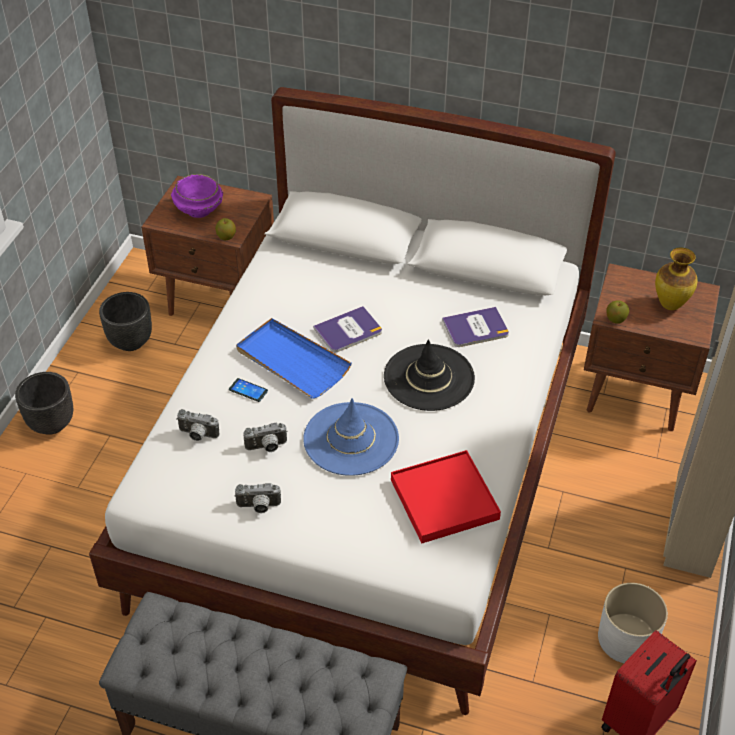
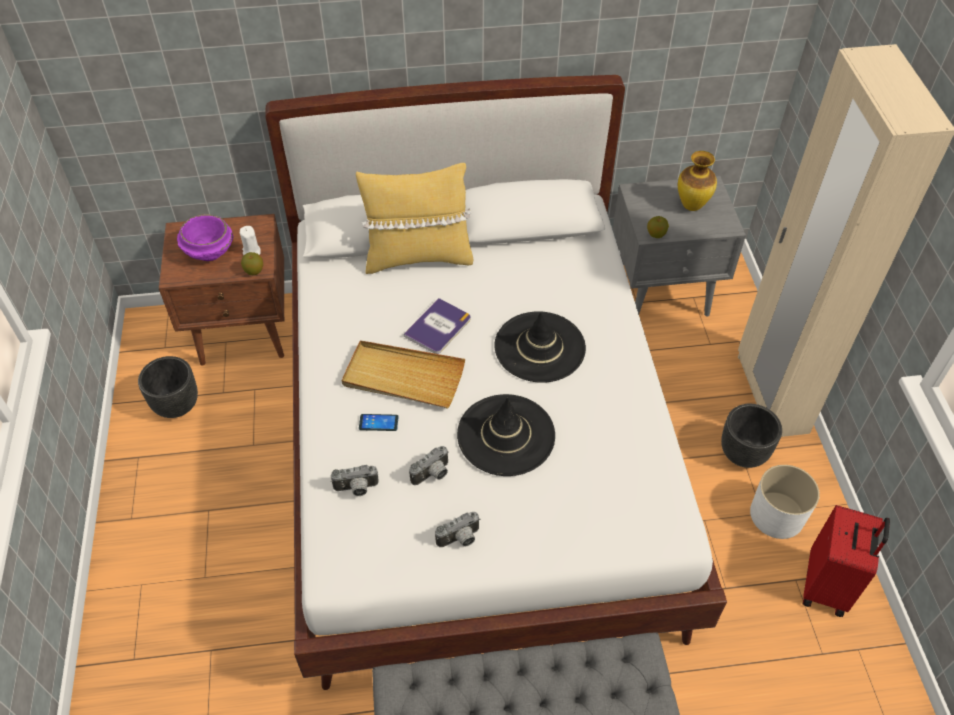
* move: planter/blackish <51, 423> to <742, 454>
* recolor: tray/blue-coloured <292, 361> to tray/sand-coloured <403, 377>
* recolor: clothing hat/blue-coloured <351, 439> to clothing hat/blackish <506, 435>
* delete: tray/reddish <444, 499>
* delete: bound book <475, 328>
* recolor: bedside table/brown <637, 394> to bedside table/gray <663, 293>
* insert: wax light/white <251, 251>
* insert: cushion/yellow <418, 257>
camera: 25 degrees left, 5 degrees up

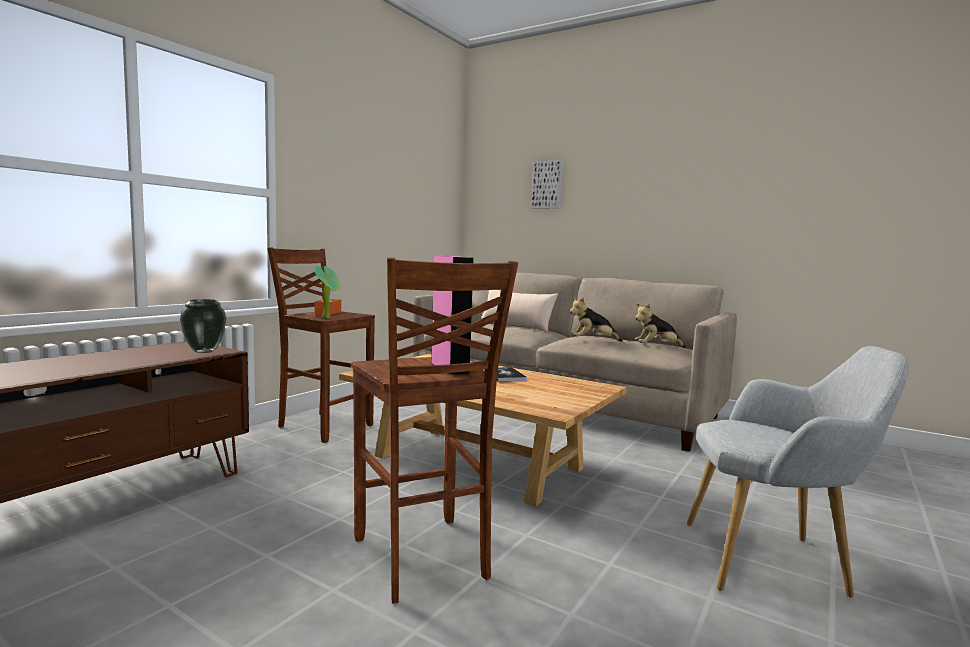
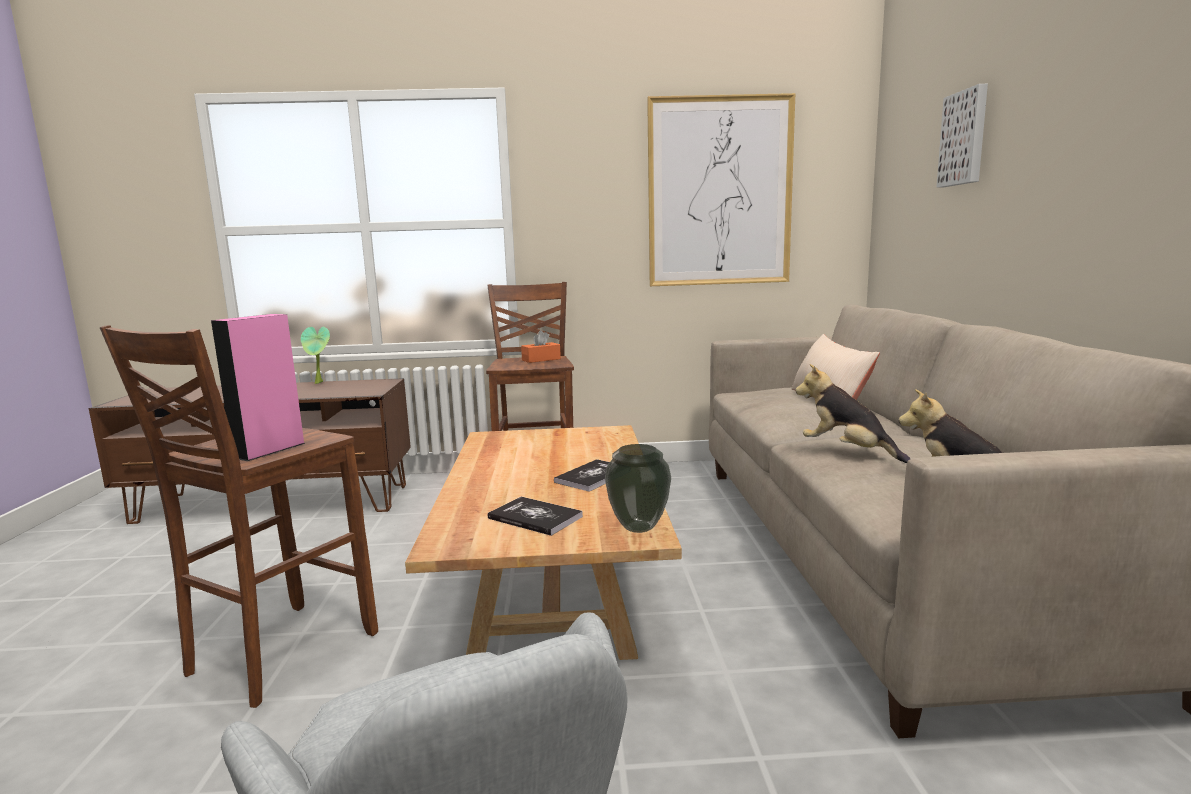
* move: decorative vase <203, 351> to <637, 527>
* move: houseplant <328, 317> to <320, 383>
* insert: bound book <535, 517>
* insert: wall art <719, 192>
camera: 55 degrees right, 5 degrees up

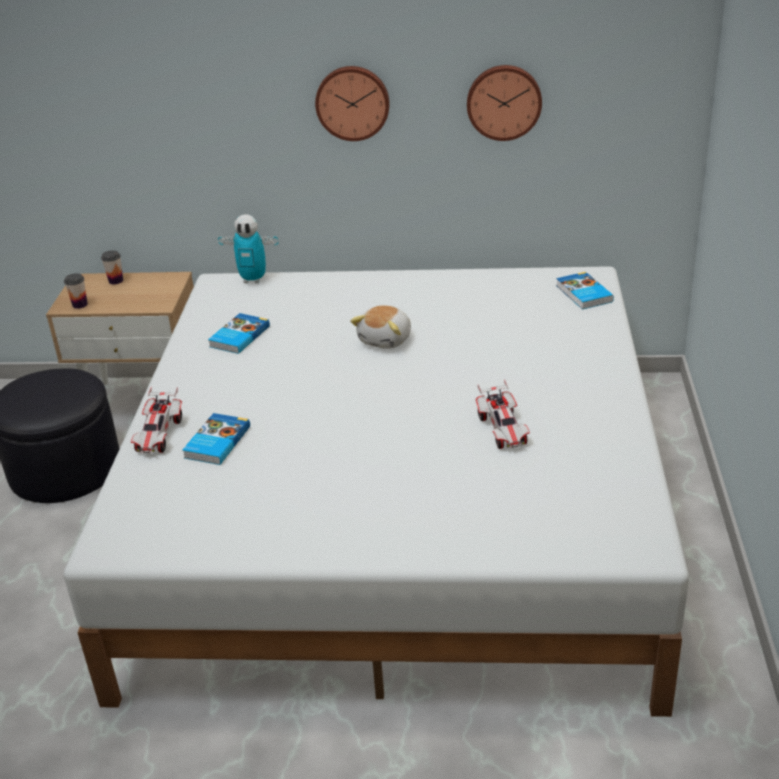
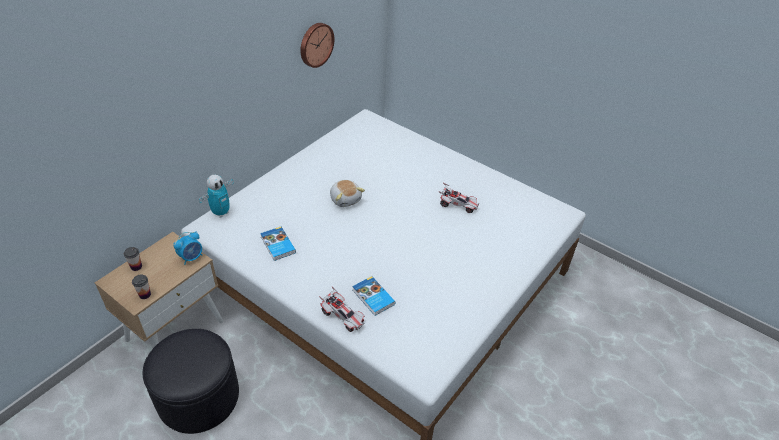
* delete: wall clock <352, 102>
* delete: bound book <583, 294>
* insert: bedside clock <191, 257>
camera: 60 degrees left, 10 degrees up

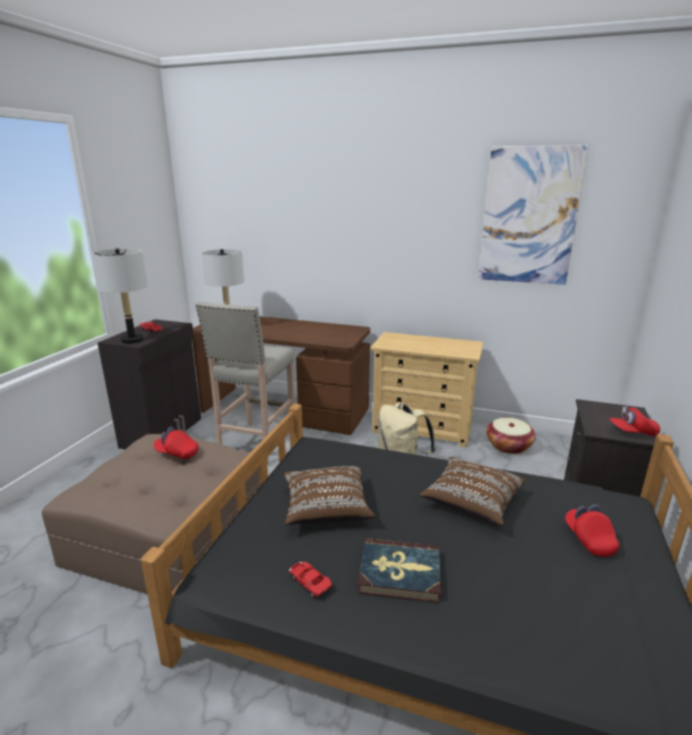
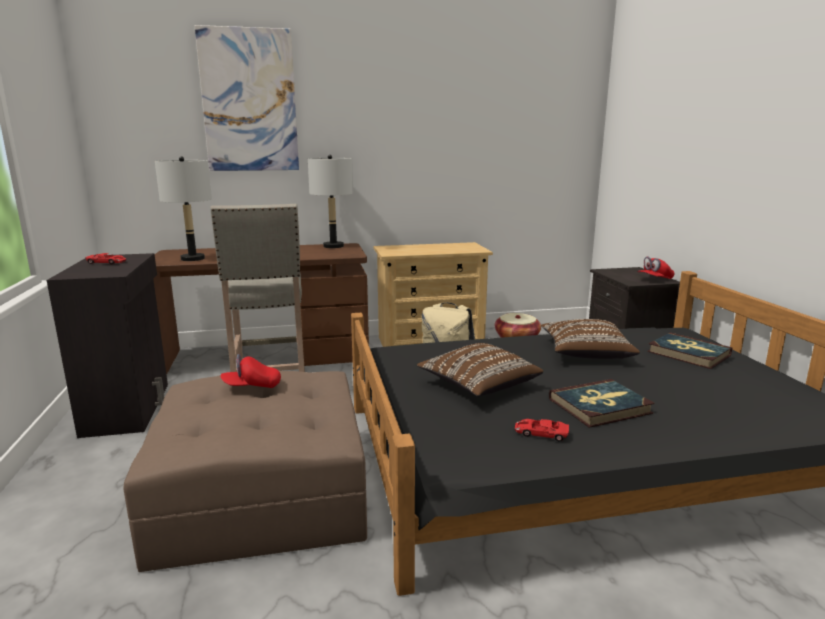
* move: table lamp/gray <132, 340> to <333, 246>
* move: wall art <529, 217> to <249, 101>
* replace: peaked cap/reddish <589, 539> to bound book <688, 353>
camera: 30 degrees left, 5 degrees down

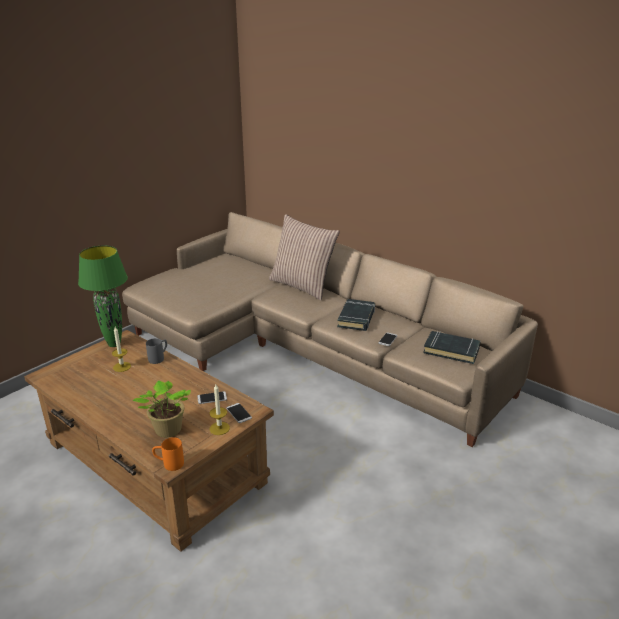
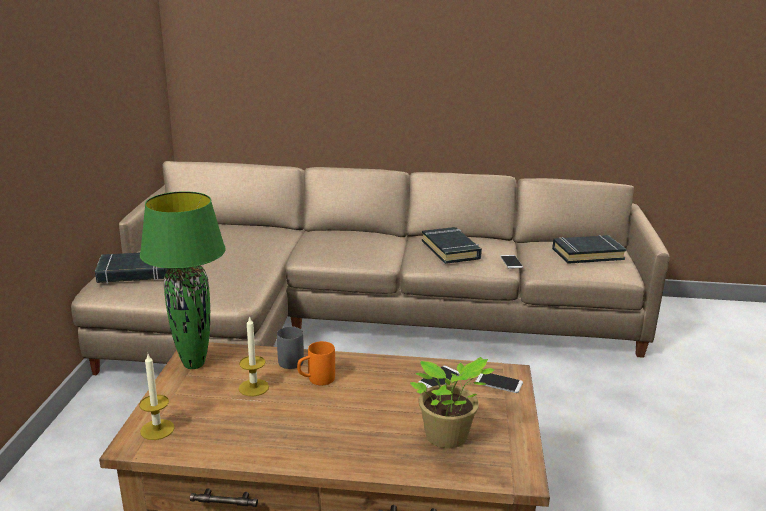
* move: coffee mug/orangey <169, 464> to <316, 380>
* move: wax light <219, 428> to <157, 429>
* delete: cushion <302, 286>
* insert: bound book/blackish <134, 272>
camera: 35 degrees left, 5 degrees down

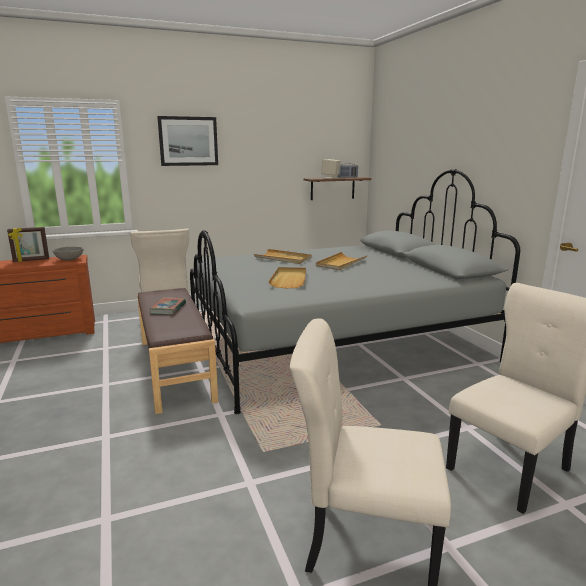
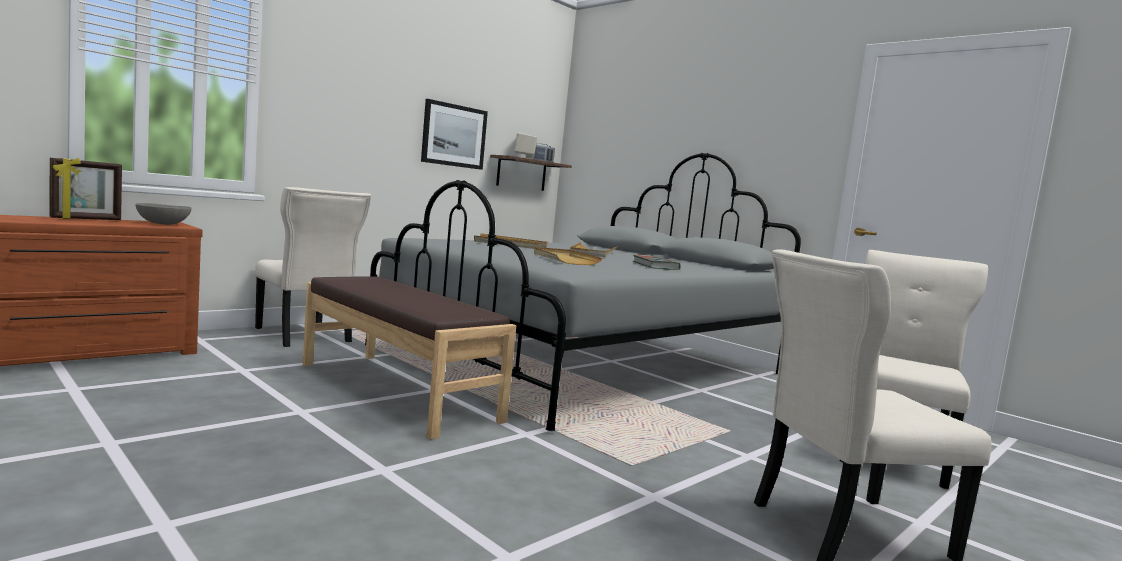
* move: bound book <168, 308> to <655, 266>
* move: wall art <188, 141> to <454, 135>
camera: 25 degrees left, 10 degrees down

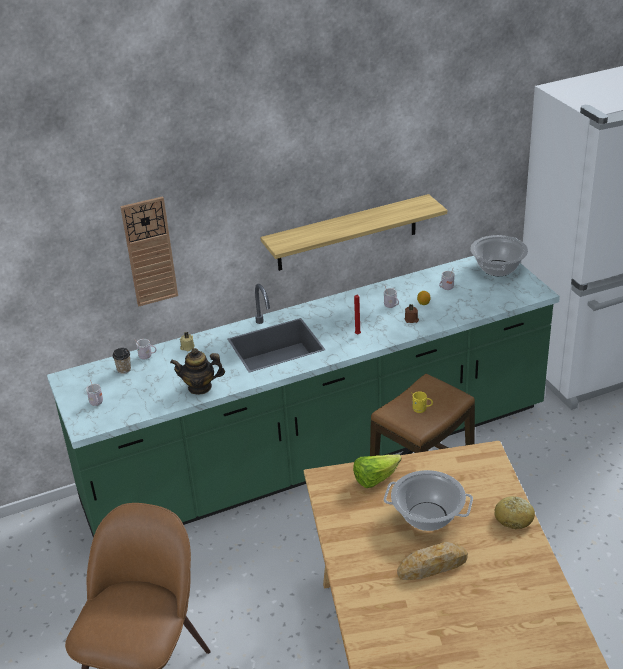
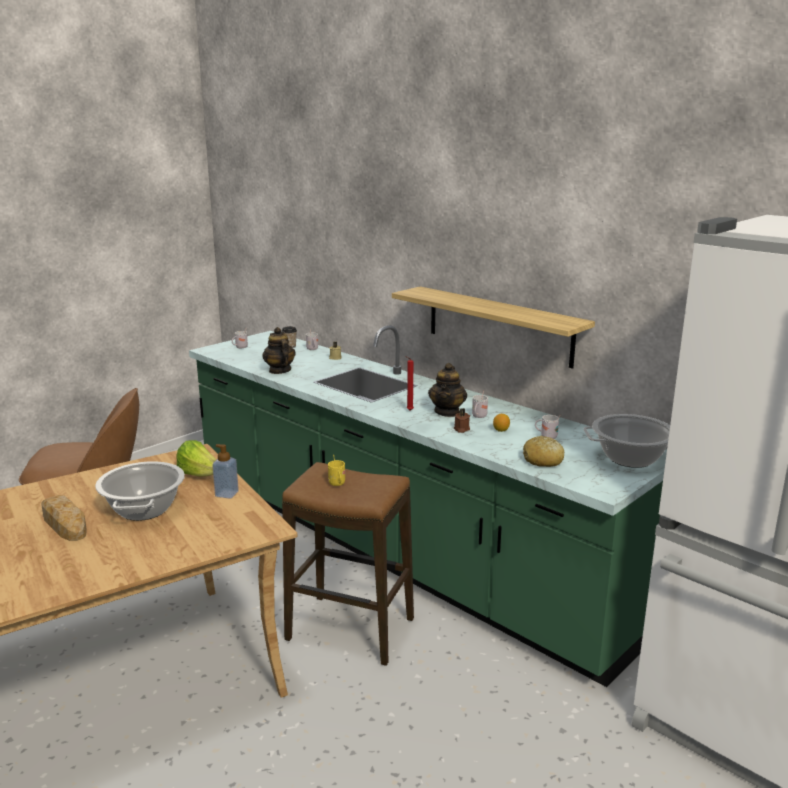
* delete: wall clock <149, 252>
* move: bakery bread <514, 518> to <543, 460>
* insert: soap dispenser <227, 494>
* insert: pot for tea <447, 412>
camera: 65 degrees right, 15 degrees down

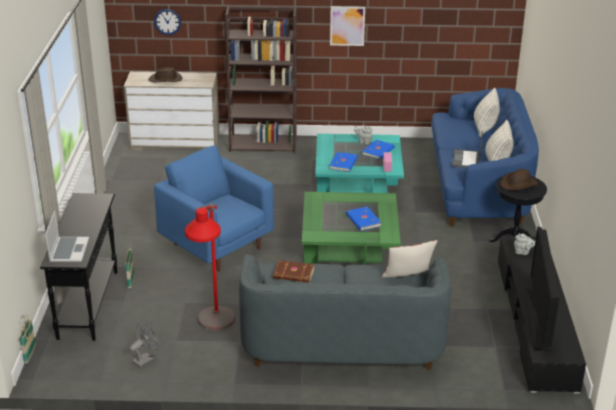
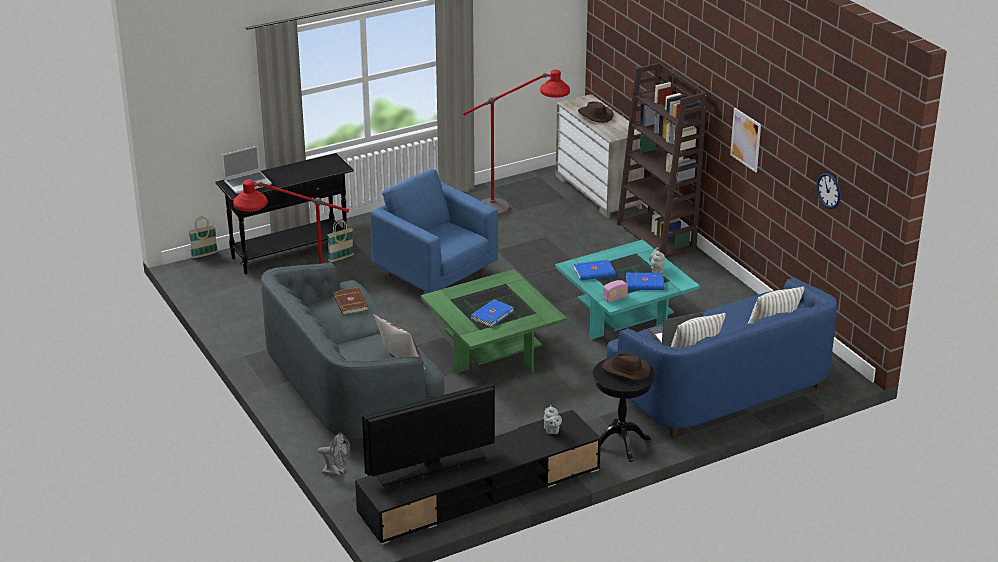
* move: cooling fan/gray <145, 359> to <337, 472>
* move: wall clock <167, 22> to <829, 190>
* rotate: lounge chair/blue-coloured <217, 246> = <436, 278> 60 degrees counterclockwise
* insert: standard lamp/reddish <516, 210>
camera: 60 degrees right, 0 degrees up

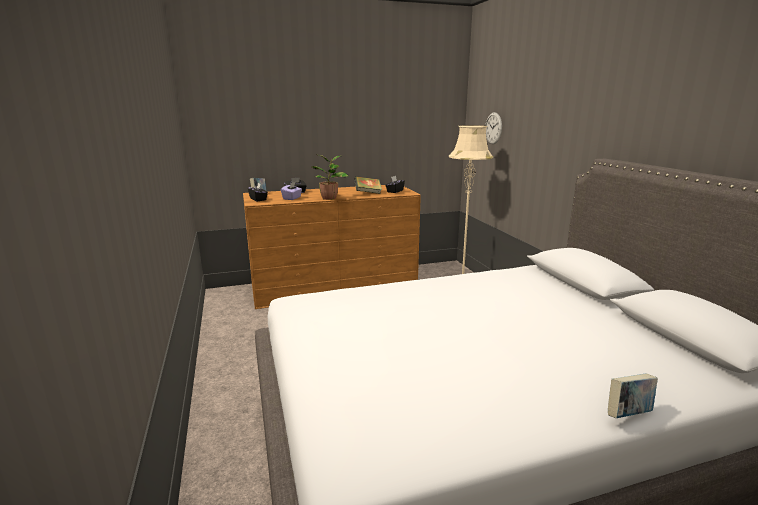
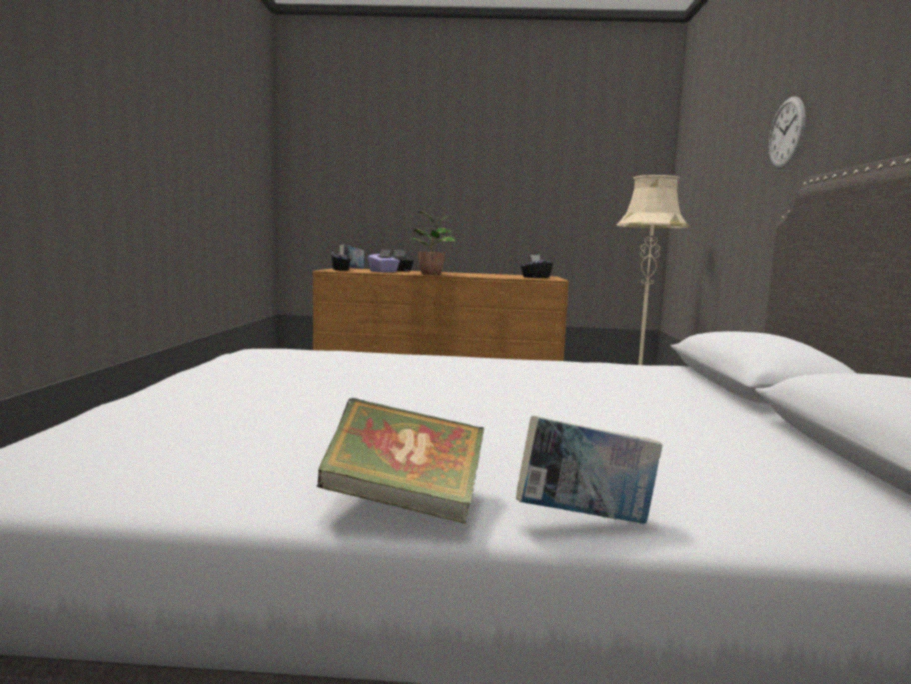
* move: bound book <368, 193> to <404, 503>
* move: wall clock <493, 128> to <787, 133>
camera: 20 degrees right, 10 degrees down

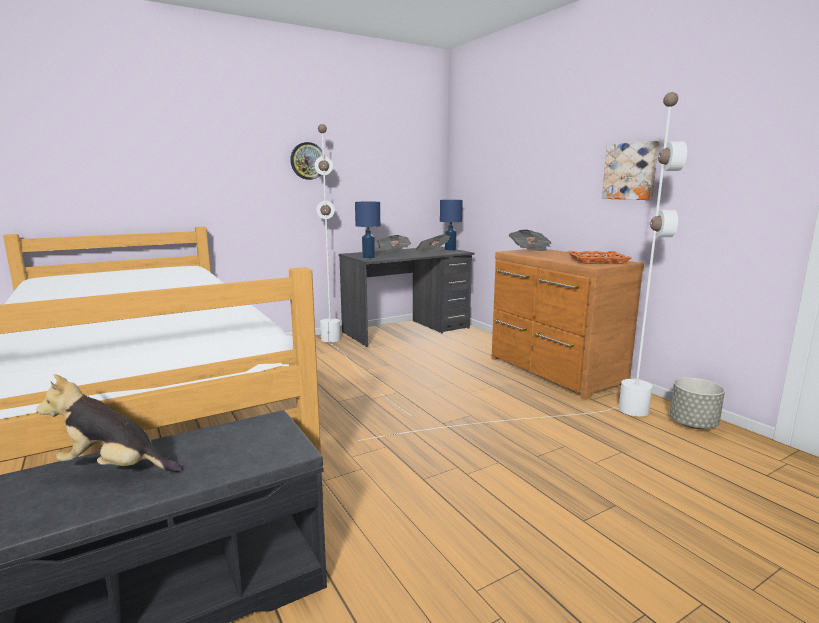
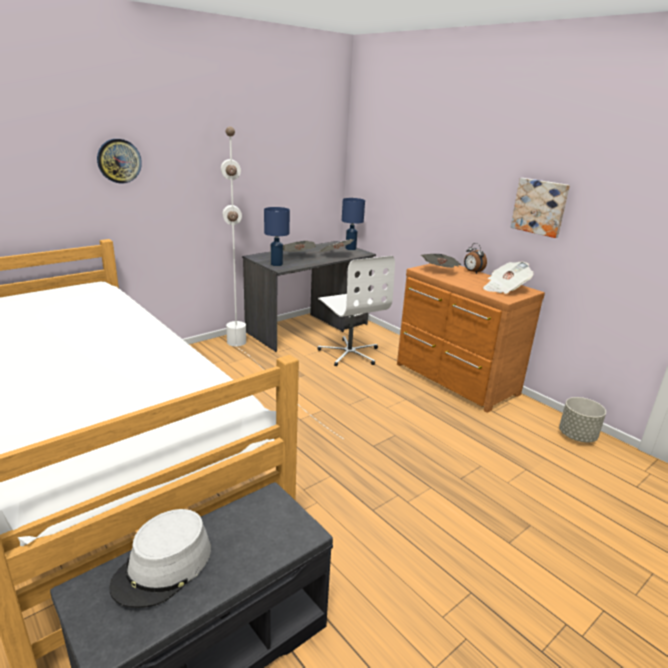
* replace: soft toy <115, 468> to clothing hat/gray <163, 567>
* move: wall clock <307, 161> to <119, 161>
* delete: standard lamp/white <561, 417>
* replace: tray/orangey <597, 261> to daily paper <504, 289>
* insert: desk chair/white <349, 353>
* insert: bedside clock <472, 272>
camera: 10 degrees left, 10 degrees up

